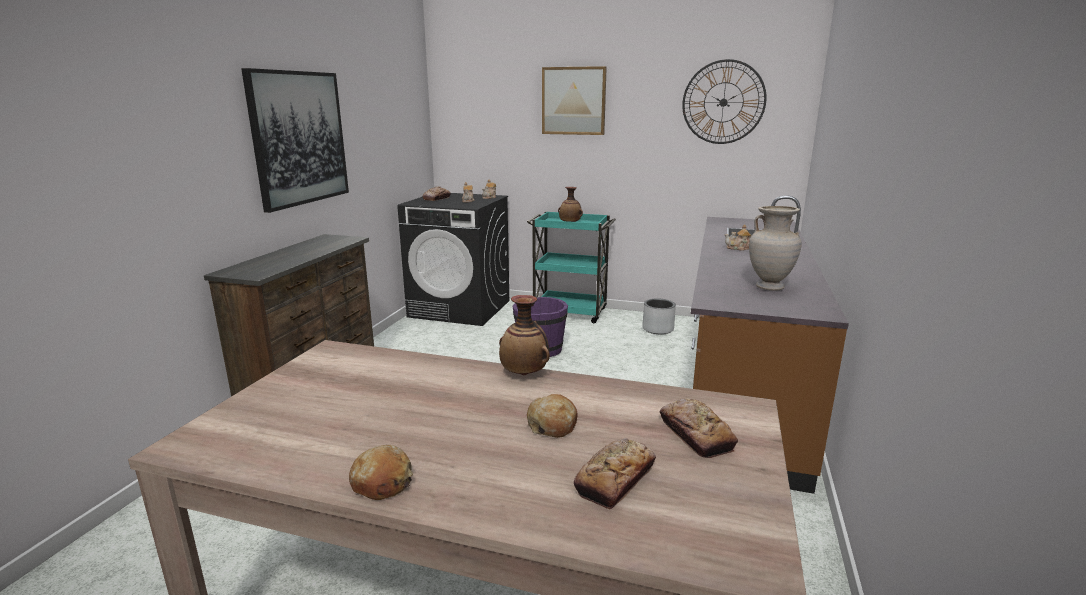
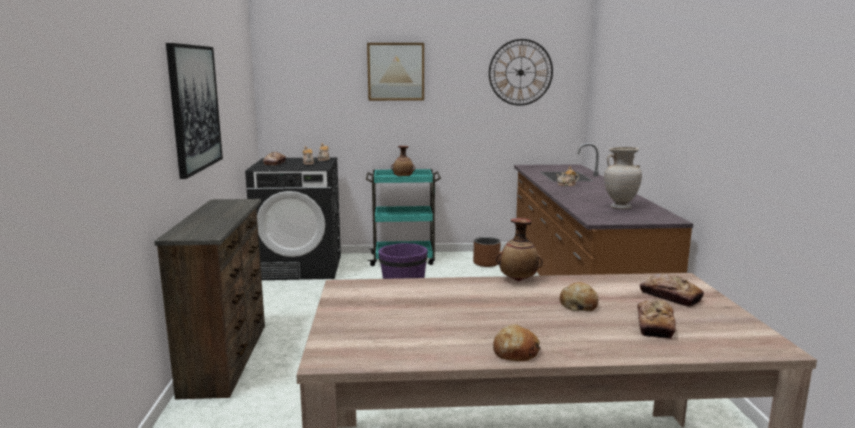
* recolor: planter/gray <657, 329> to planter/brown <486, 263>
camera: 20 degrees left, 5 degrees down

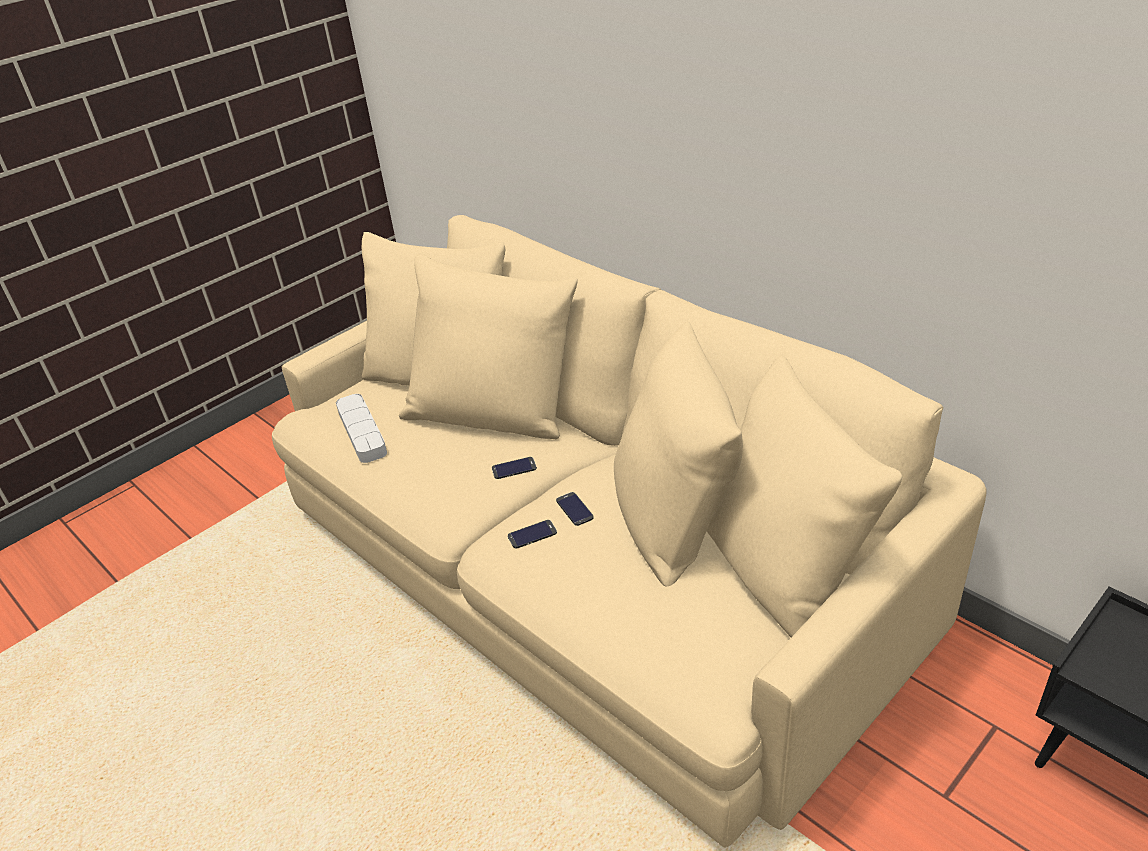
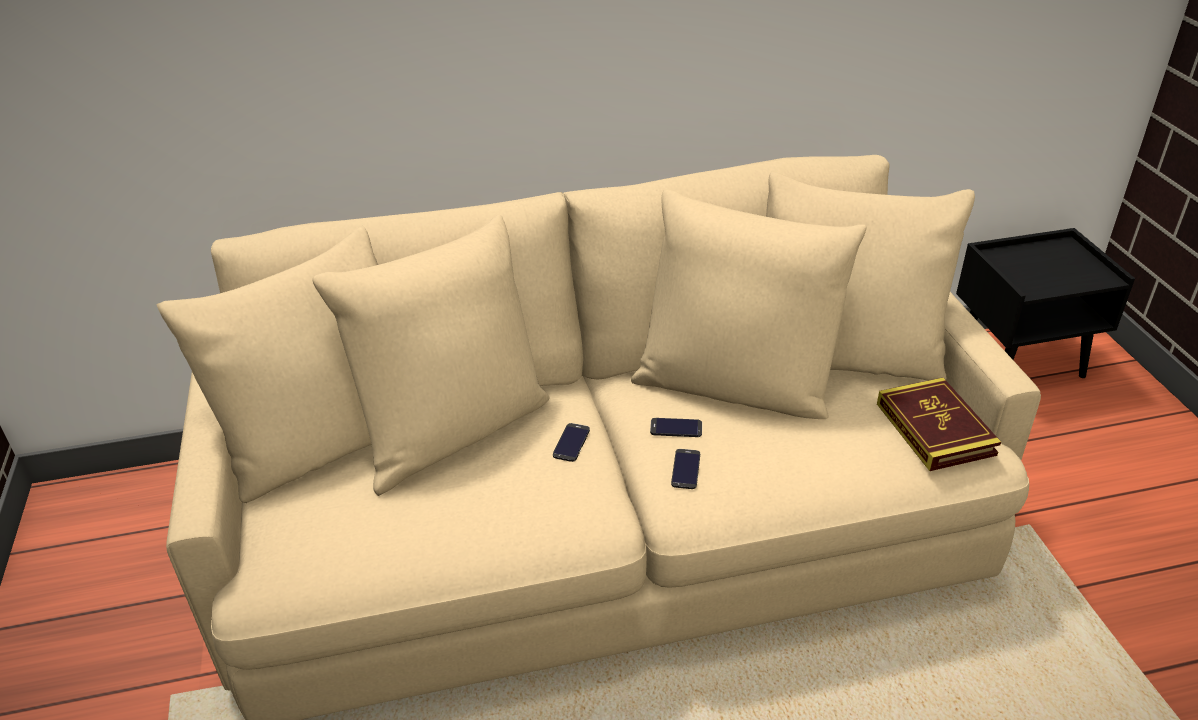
* delete: tray/gray <362, 432>
* insert: bound book <935, 429>
camera: 60 degrees left, 0 degrees up

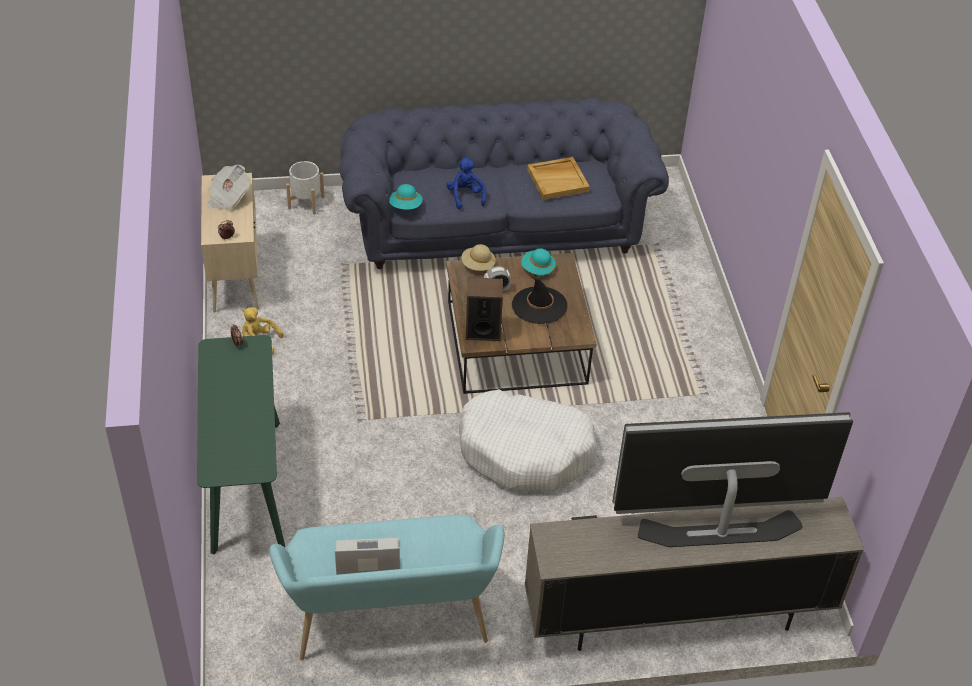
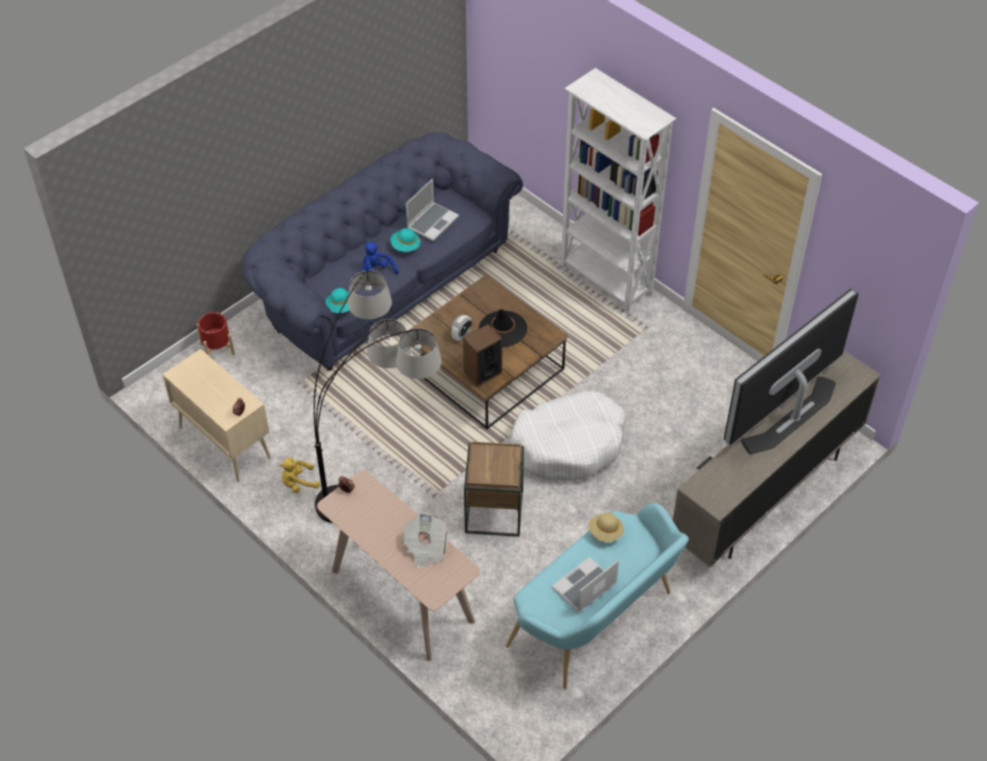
* recolor: console table/green <245, 485> to console table/sand-coloured <401, 596>
* move: daily paper <228, 197> to <425, 548>
* recolor: planter/white <306, 202> to planter/reddish <217, 349>
* move: clothing hat/sand-coloured <478, 265> to <605, 532>
* move: clothing hat/turquoise <537, 269> to <405, 246>
* replace: tray/sand-coloured <558, 180> to notebook computer <432, 222>
* insert: standard lamp <381, 481>
* insert: end table/brown <494, 512>
* insert: bookcase/white <606, 280>
camera: 35 degrees left, 5 degrees up

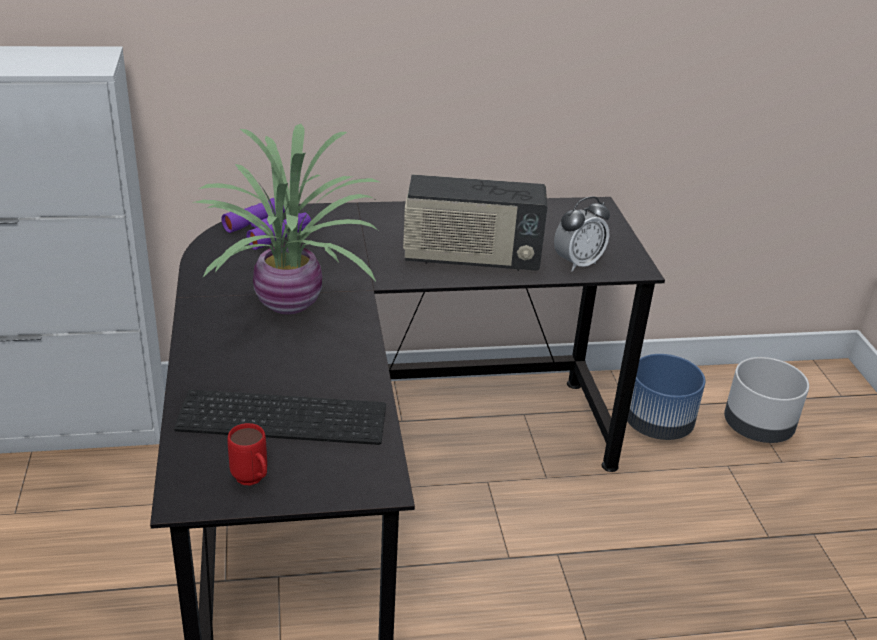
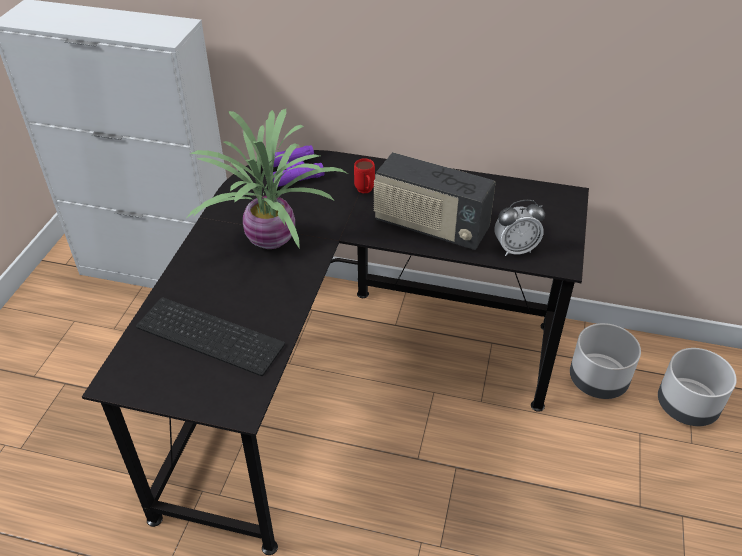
* move: coffee mug/reddish <253, 481> to <365, 192>
* recolor: planter/blue-coloured <657, 425> to planter/gray <598, 381>
camera: 25 degrees right, 10 degrees up

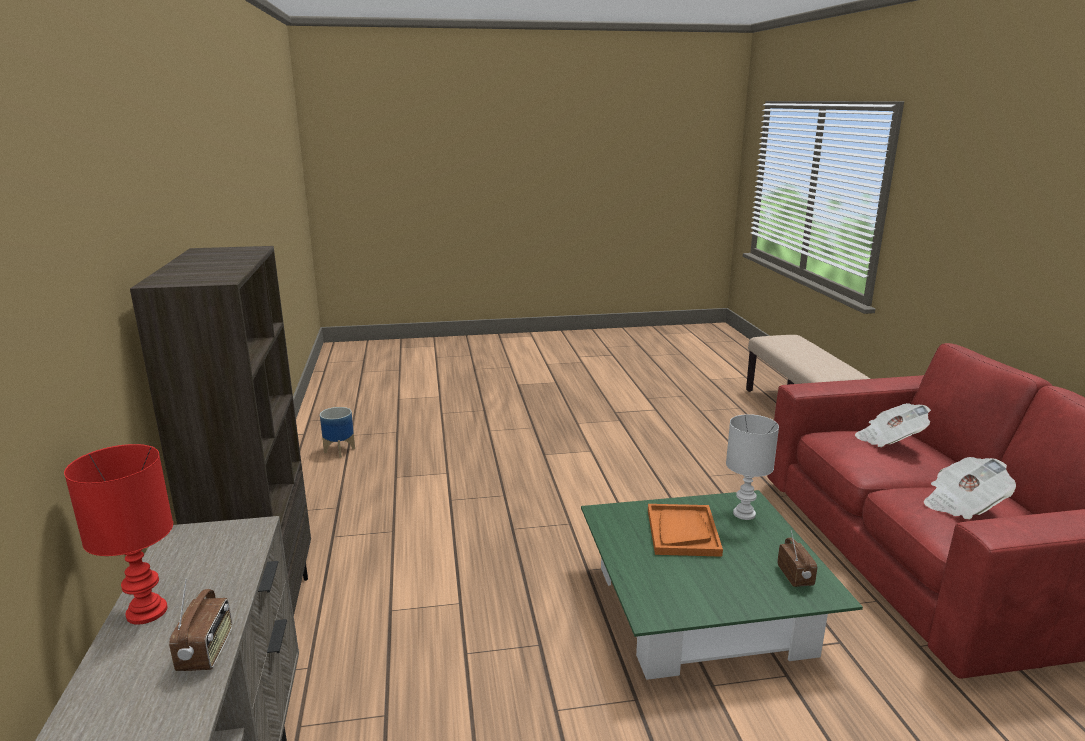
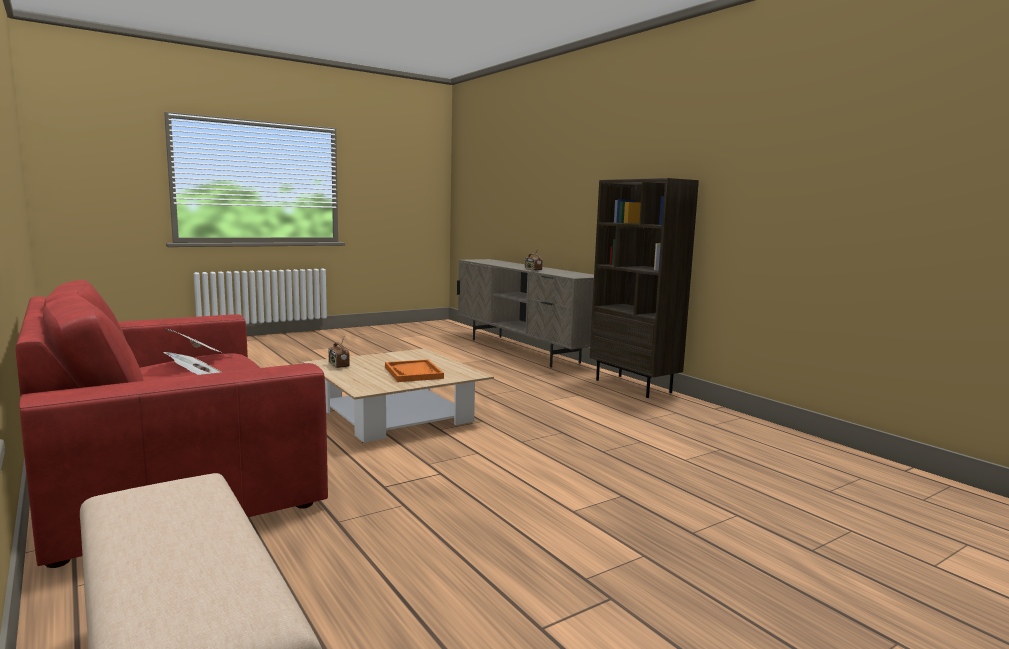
* delete: table lamp/reddish <147, 613>
* delete: planter <339, 450>
* recolor: lounge table/green <702, 610> to lounge table/sand-coloured <394, 415>
* delete: table lamp/white <745, 514>
camera: 155 degrees right, 10 degrees down

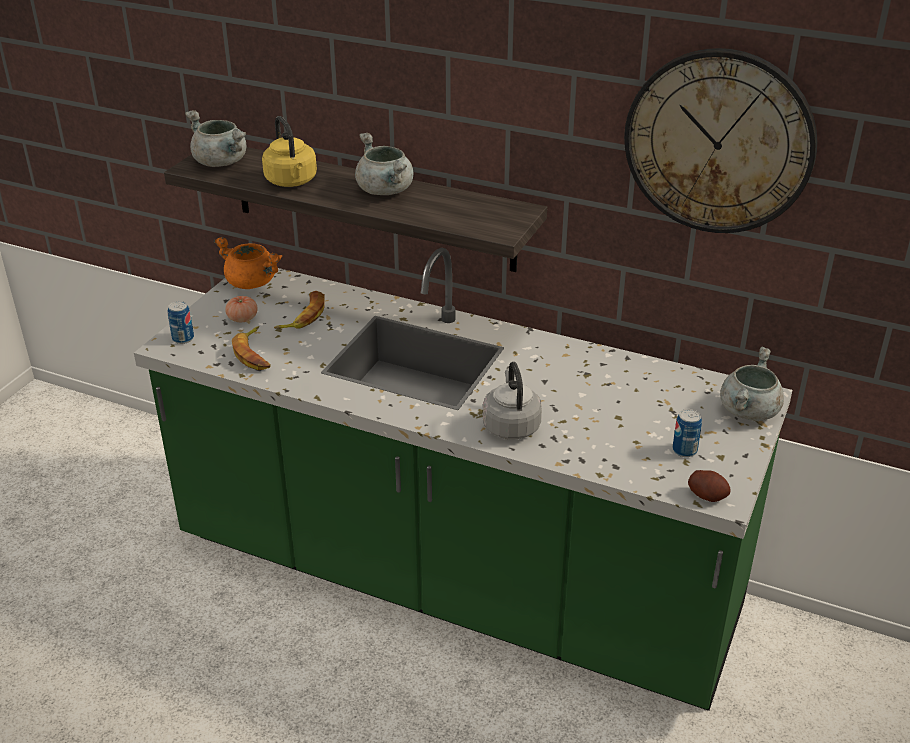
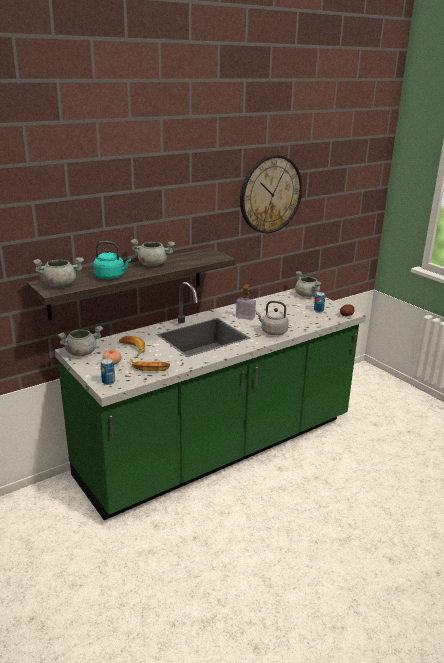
* recolor: saucepot/orangey <253, 283> to saucepot/gray <81, 352>
* recolor: kettle/yellow <292, 182> to kettle/turquoise <111, 276>
* insert: soap dispenser <245, 317>
camera: 60 degrees left, 10 degrees down

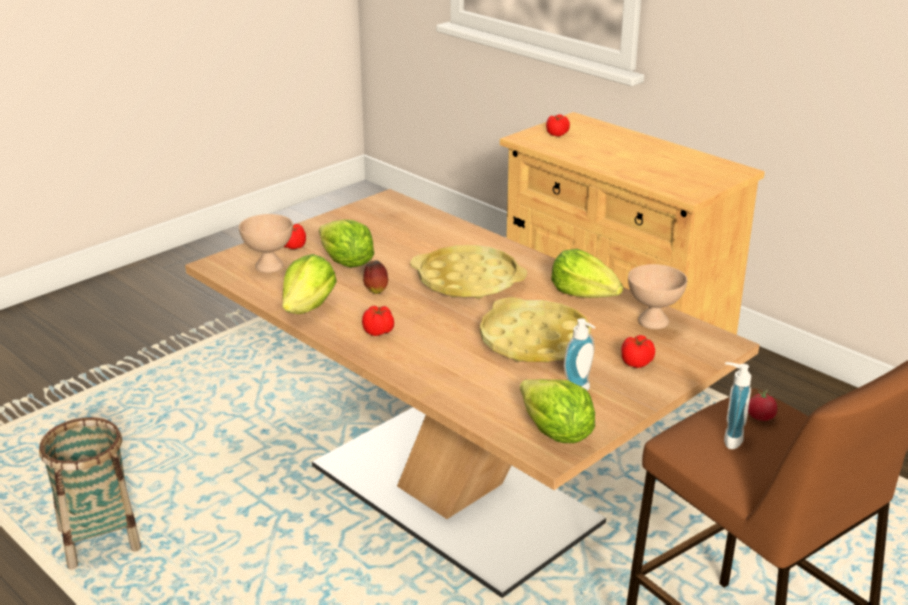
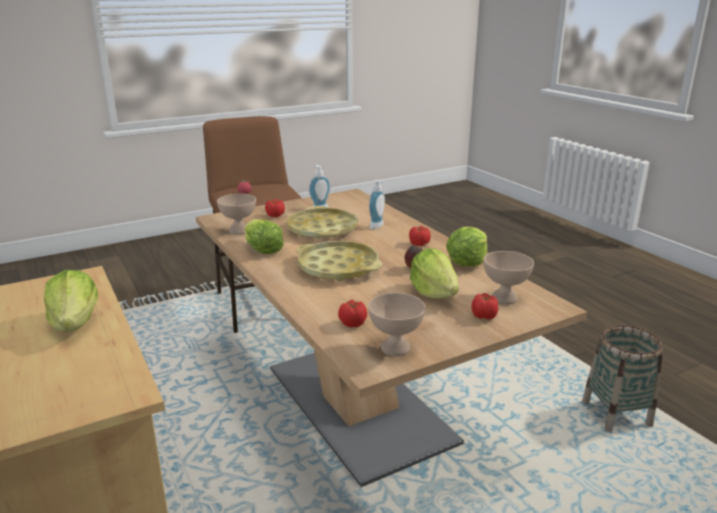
* move: head of lettuce <556, 434> to <75, 323>
* move: whole tomato <557, 134> to <352, 323>
* move: soap dispenser <729, 438> to <378, 226>
* insert: bowl/sand-coloured <395, 347>
camera: 165 degrees left, 5 degrees down

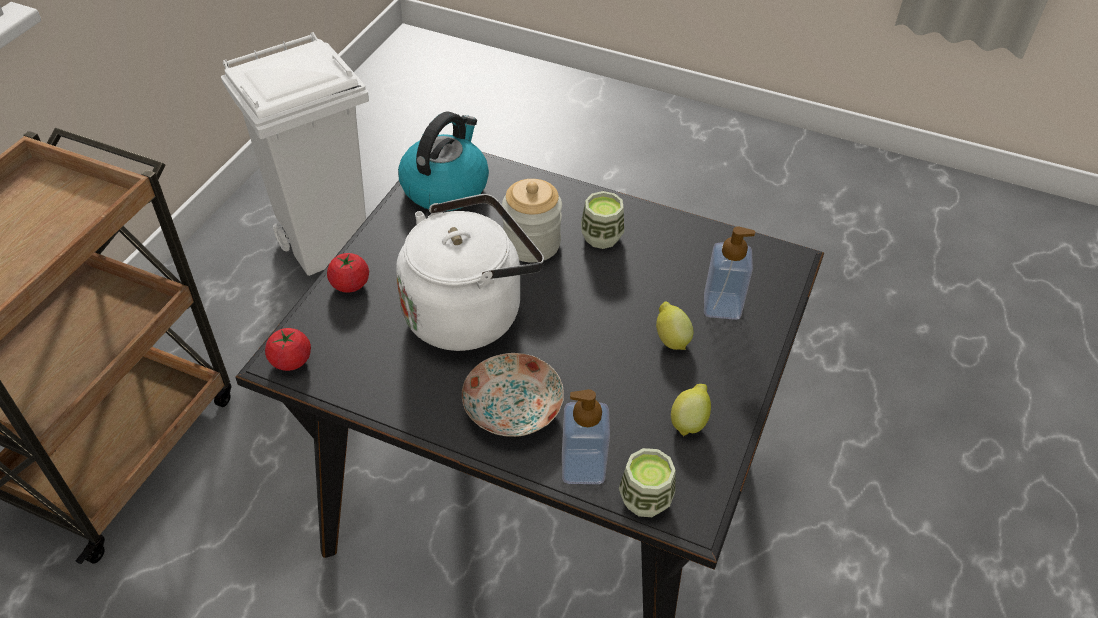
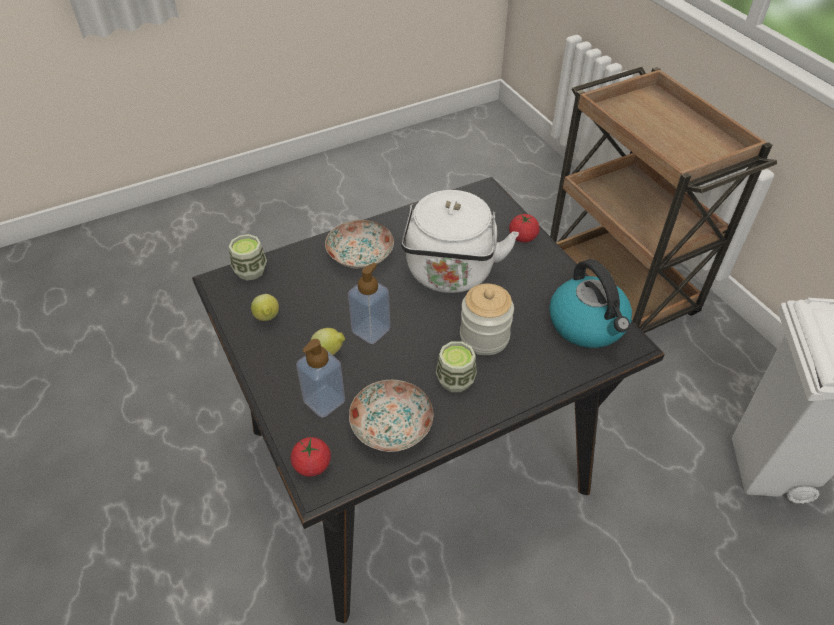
* move: whole tomato <291, 361> to <312, 465>
* move: soap dispenser <583, 467> to <371, 330>
* insert: dinner plate <392, 426>
camera: 130 degrees right, 0 degrees up

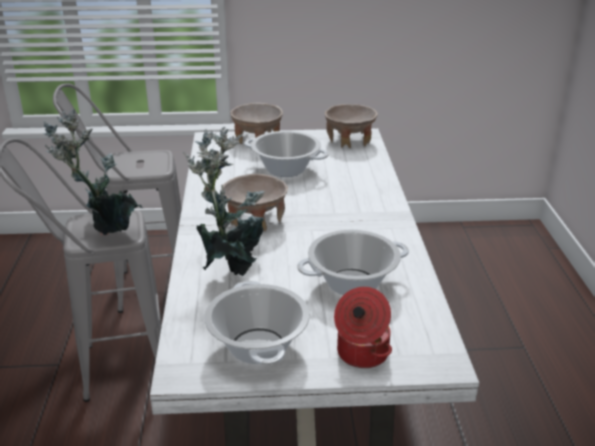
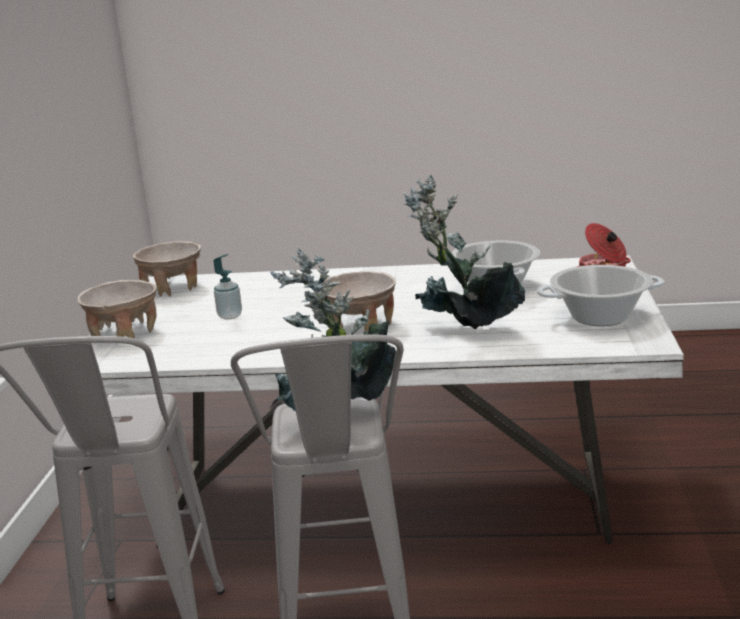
* replace: saucepot <285, 169> to soap dispenser <230, 316>
camera: 80 degrees left, 10 degrees down

